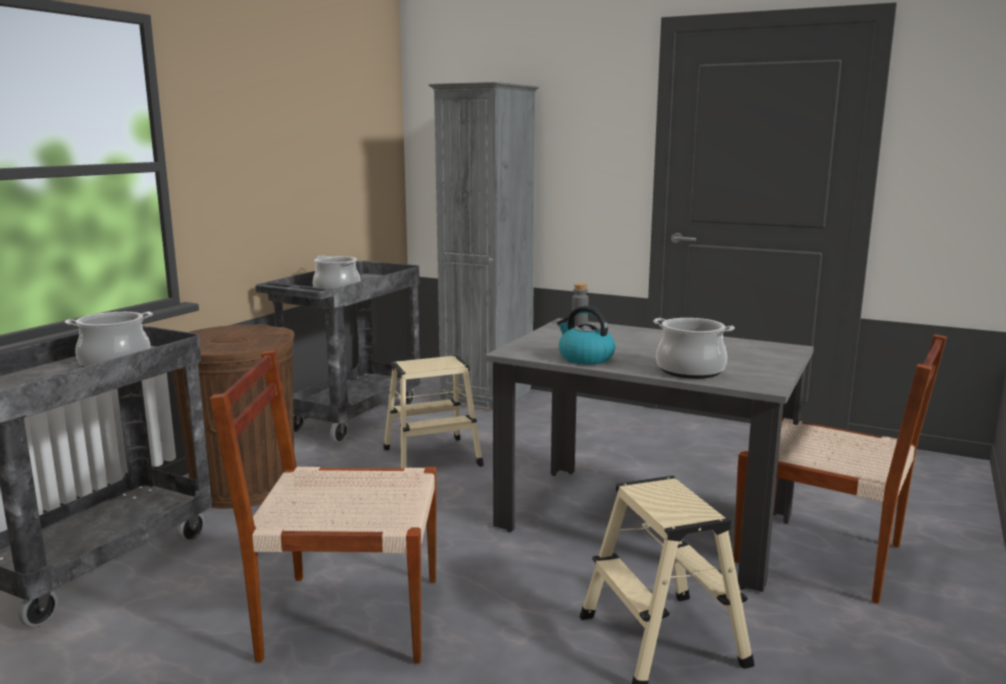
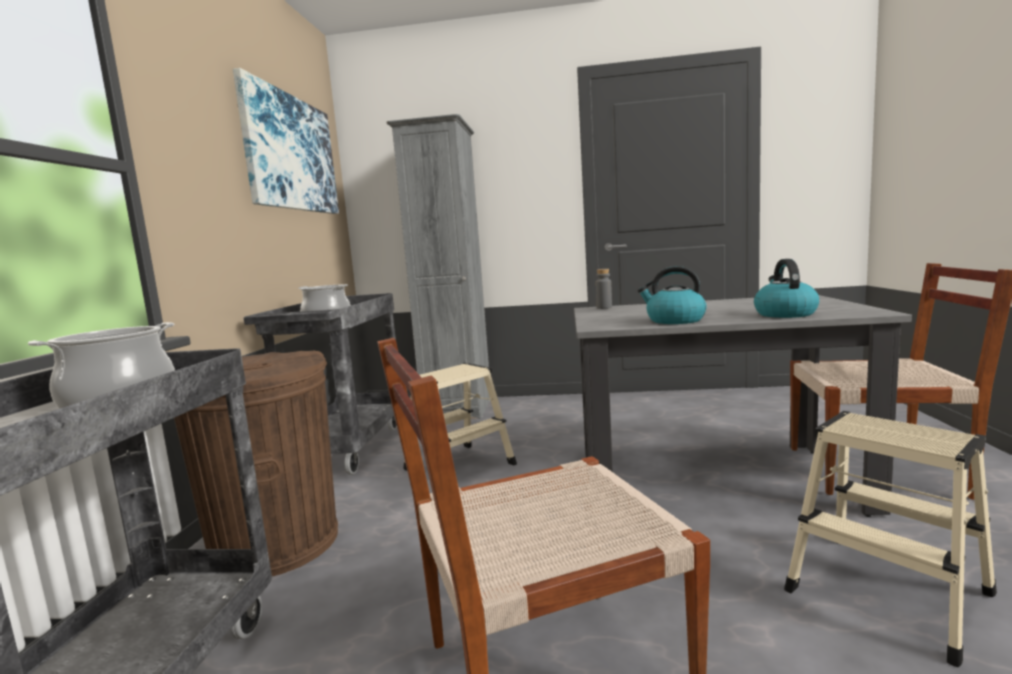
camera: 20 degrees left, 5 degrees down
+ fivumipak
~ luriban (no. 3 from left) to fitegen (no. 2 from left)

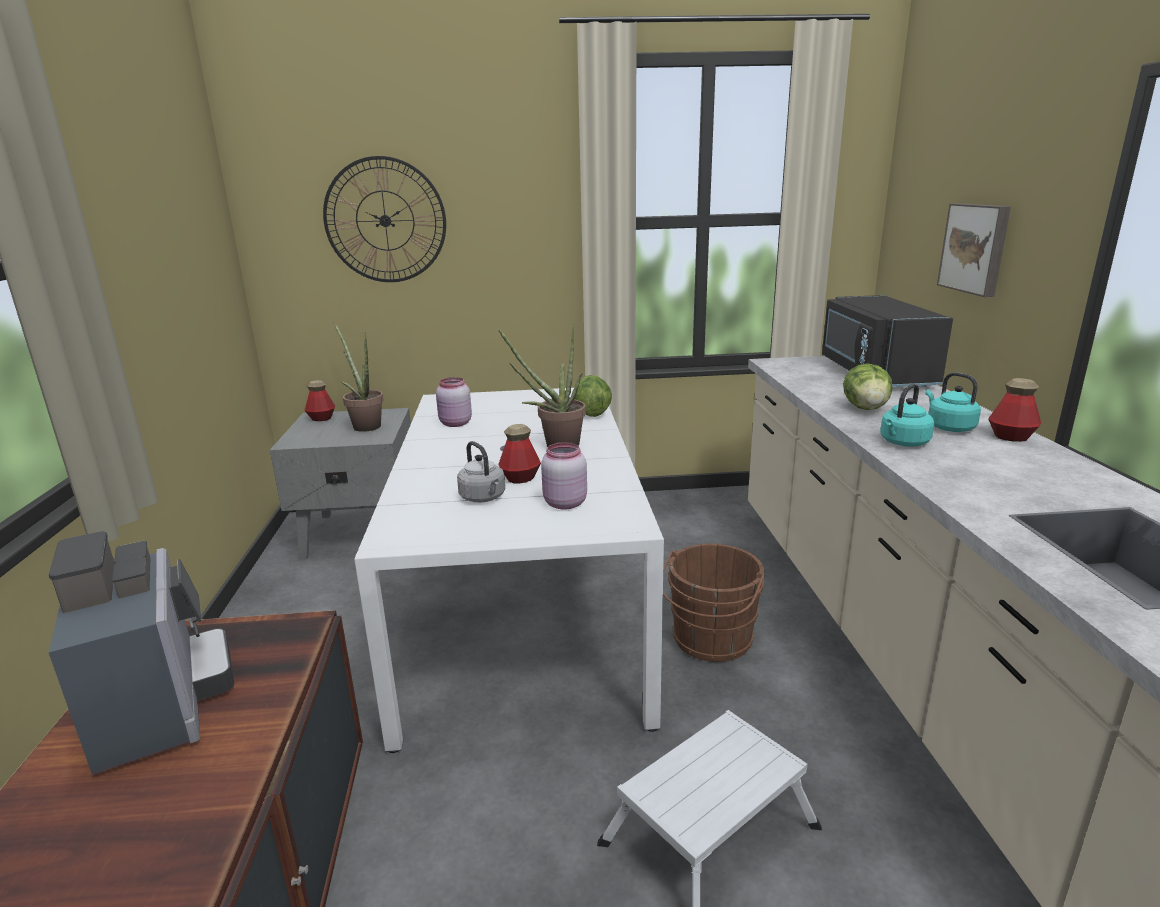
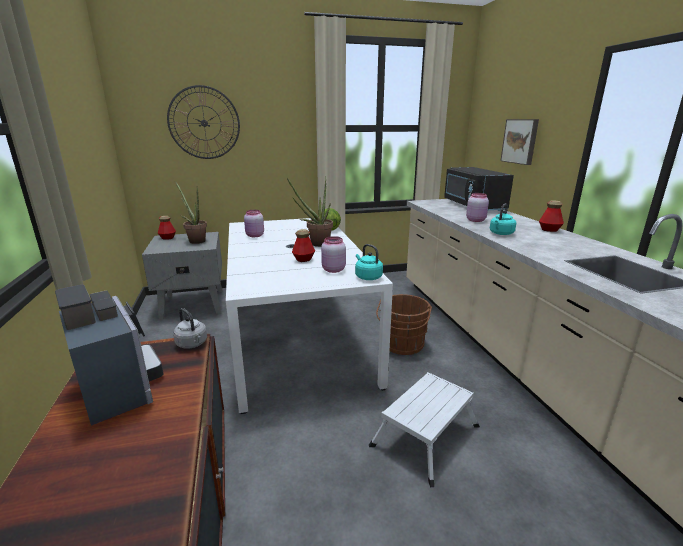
camera: 10 degrees left, 0 degrees up
~ grey_fitegen
~ turquoise_fitegen (no. 2 from left in the first image) to turquoise_fitegen (no. 1 from left)
~ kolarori (no. 2 from left) to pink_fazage (no. 3 from left)

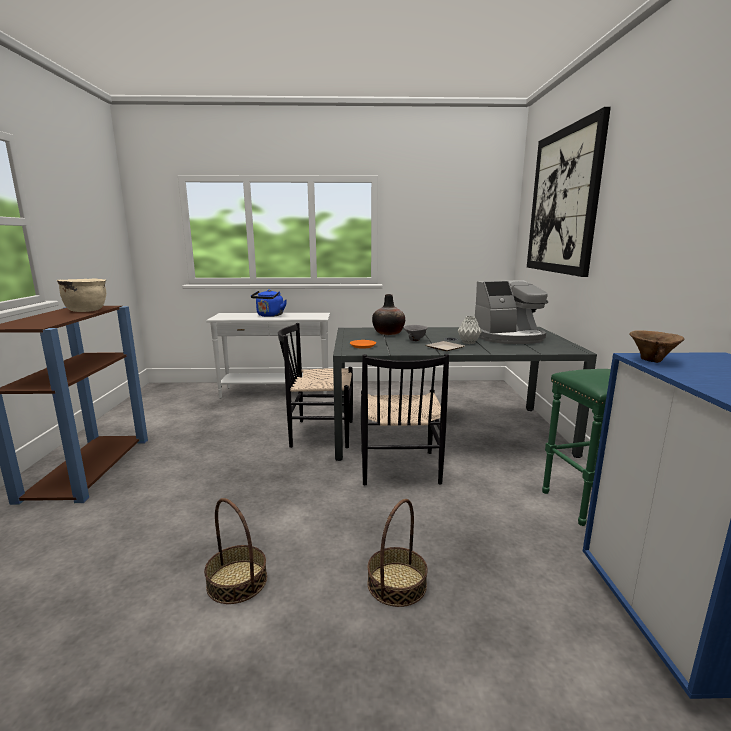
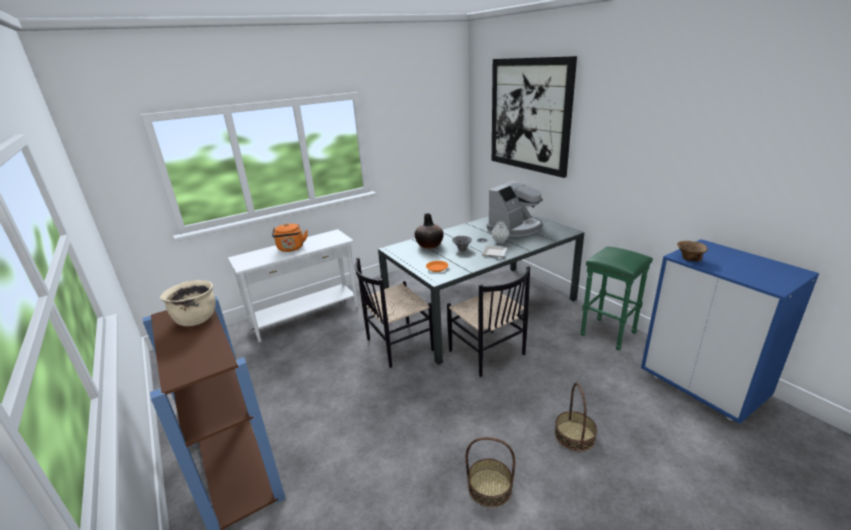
camera: 30 degrees left, 10 degrees up
~ blue_fitegen to orange_fitegen

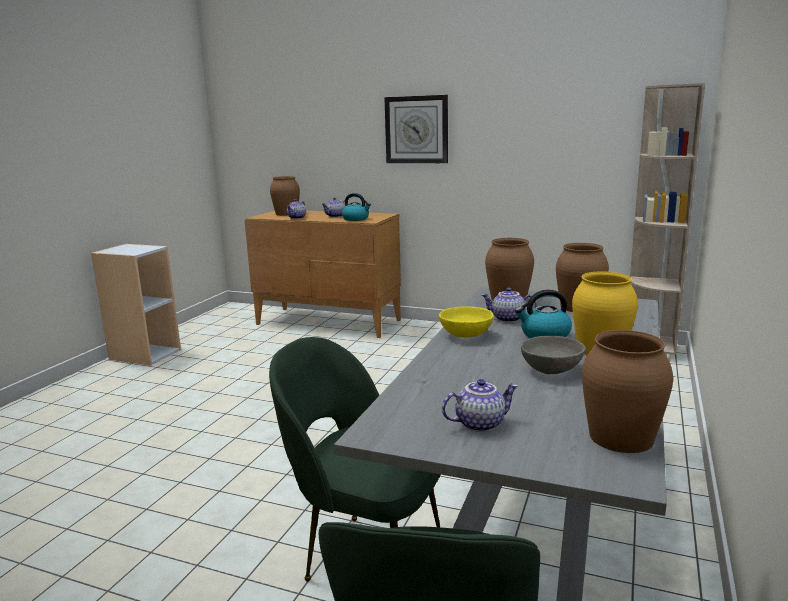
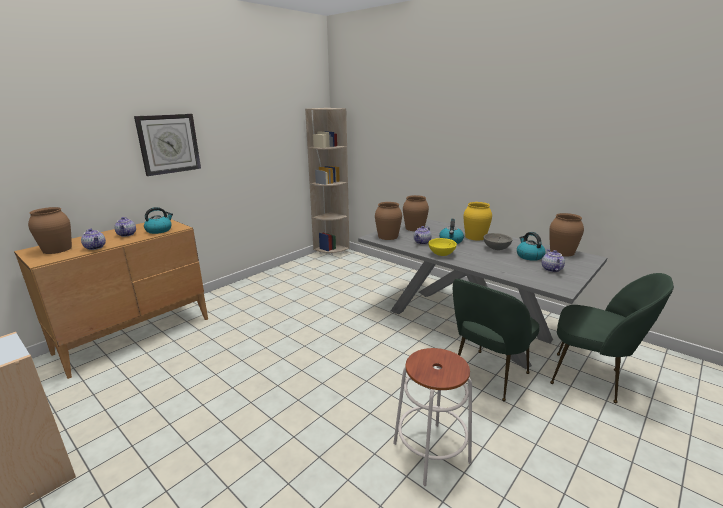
camera: 70 degrees left, 5 degrees up
+ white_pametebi
+ fitegen (no. 3 from left)

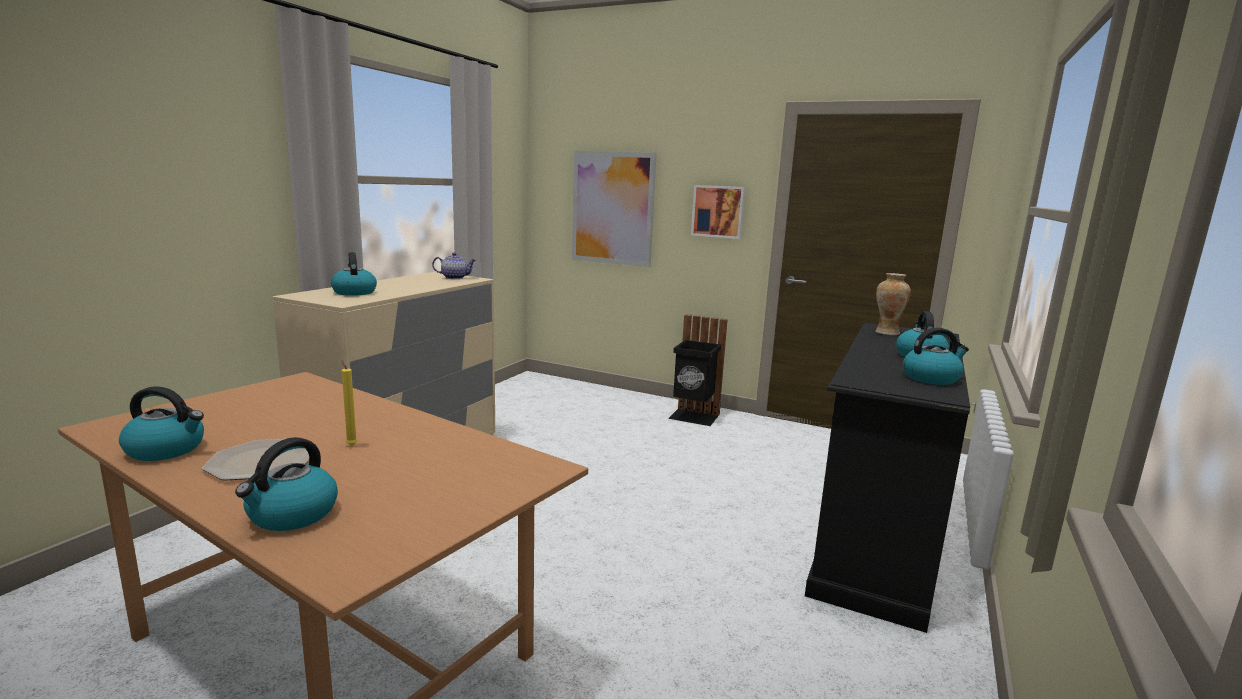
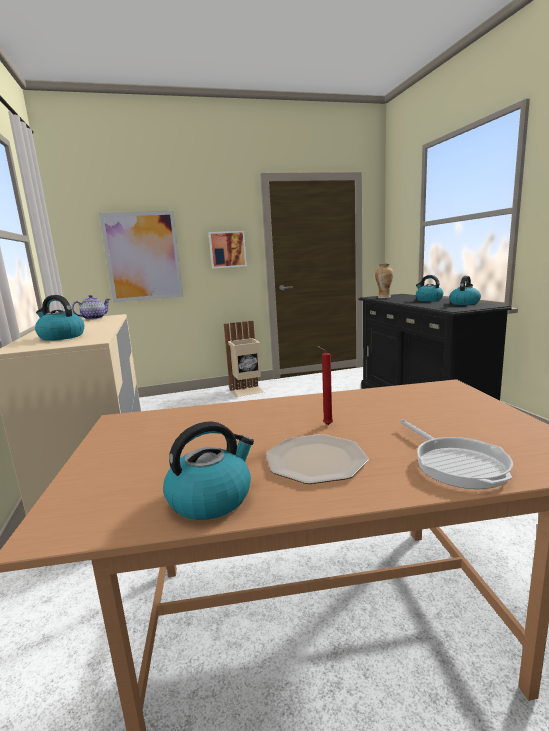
camera: 40 degrees left, 0 degrees up
~ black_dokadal to beige_dokadal
~ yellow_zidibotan to red_zidibotan
~ fitegen (no. 2 from left) to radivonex

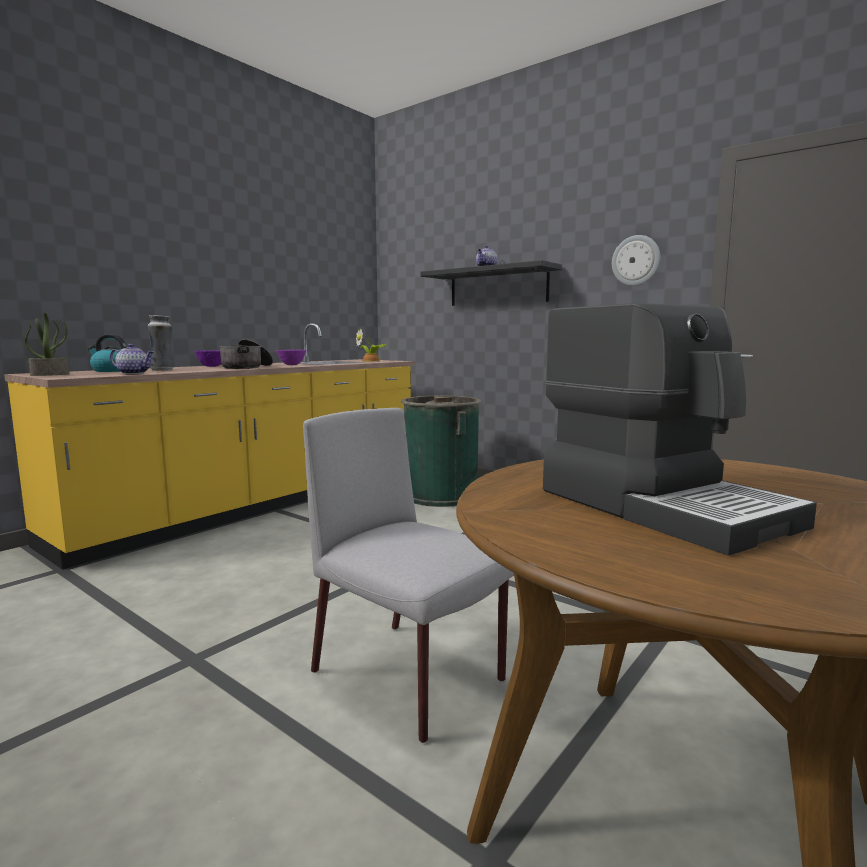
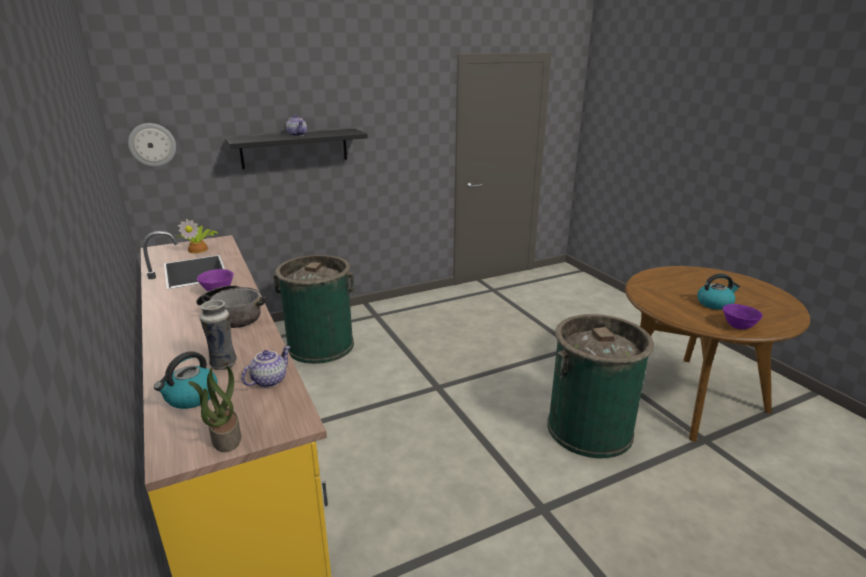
camera: 65 degrees left, 15 degrees up
~ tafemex
~ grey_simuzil to green_dokadal (no. 2 from left)
~ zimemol to fitegen (no. 2 from left)
~ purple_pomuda (no. 1 from left in the first image) to purple_pomuda (no. 2 from left)

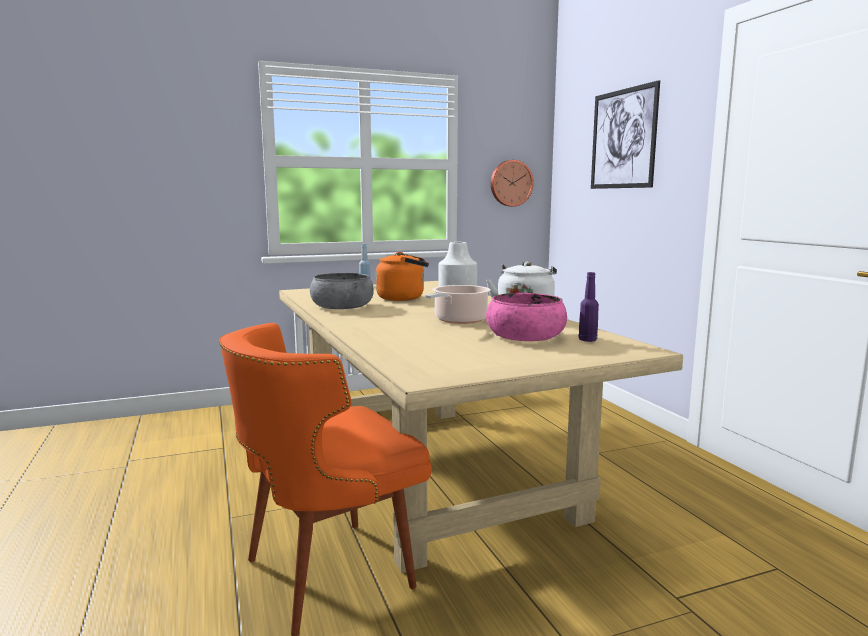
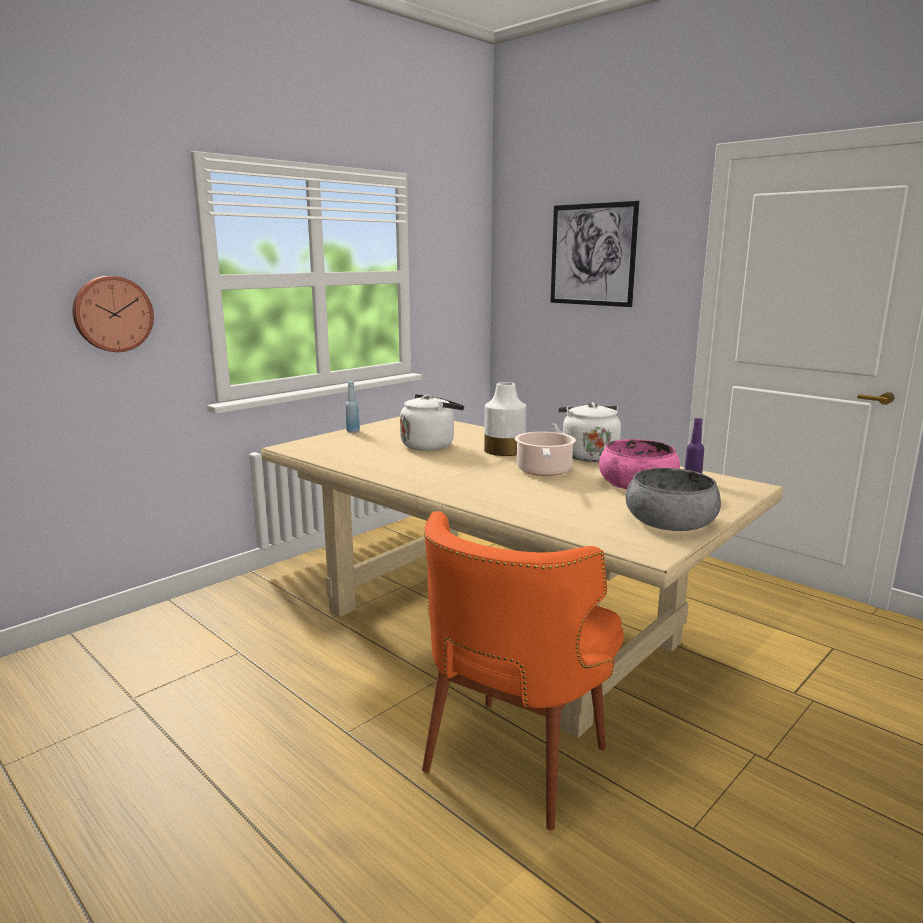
camera: 25 degrees left, 5 degrees up
~ tafemex
~ orange_fitegen to white_fitegen (no. 1 from left)
~ grey_pomuda

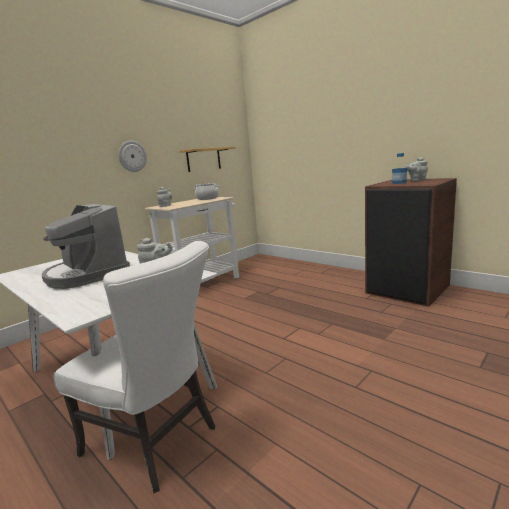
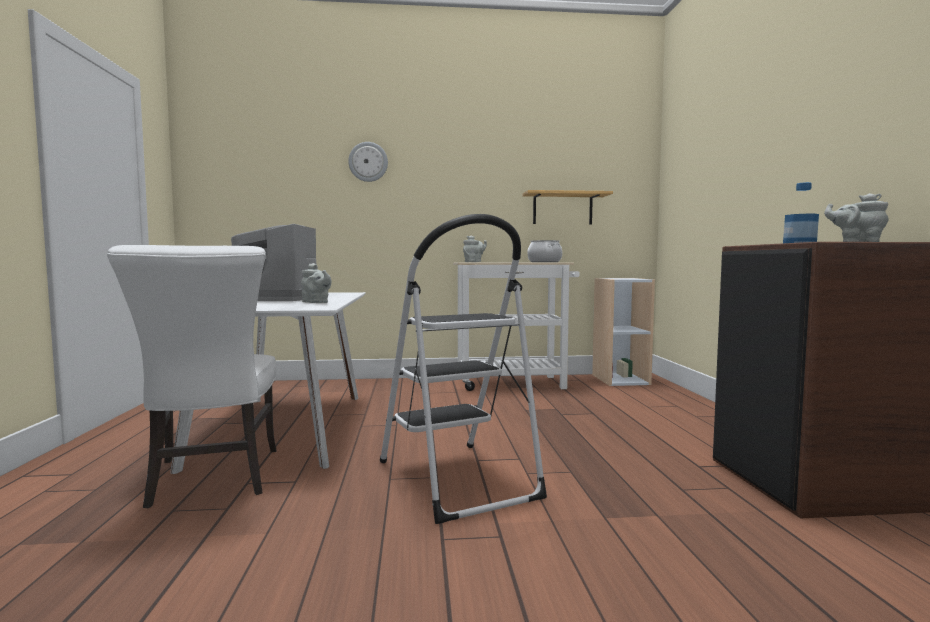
camera: 40 degrees right, 10 degrees down
~ tafemex
+ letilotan
+ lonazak

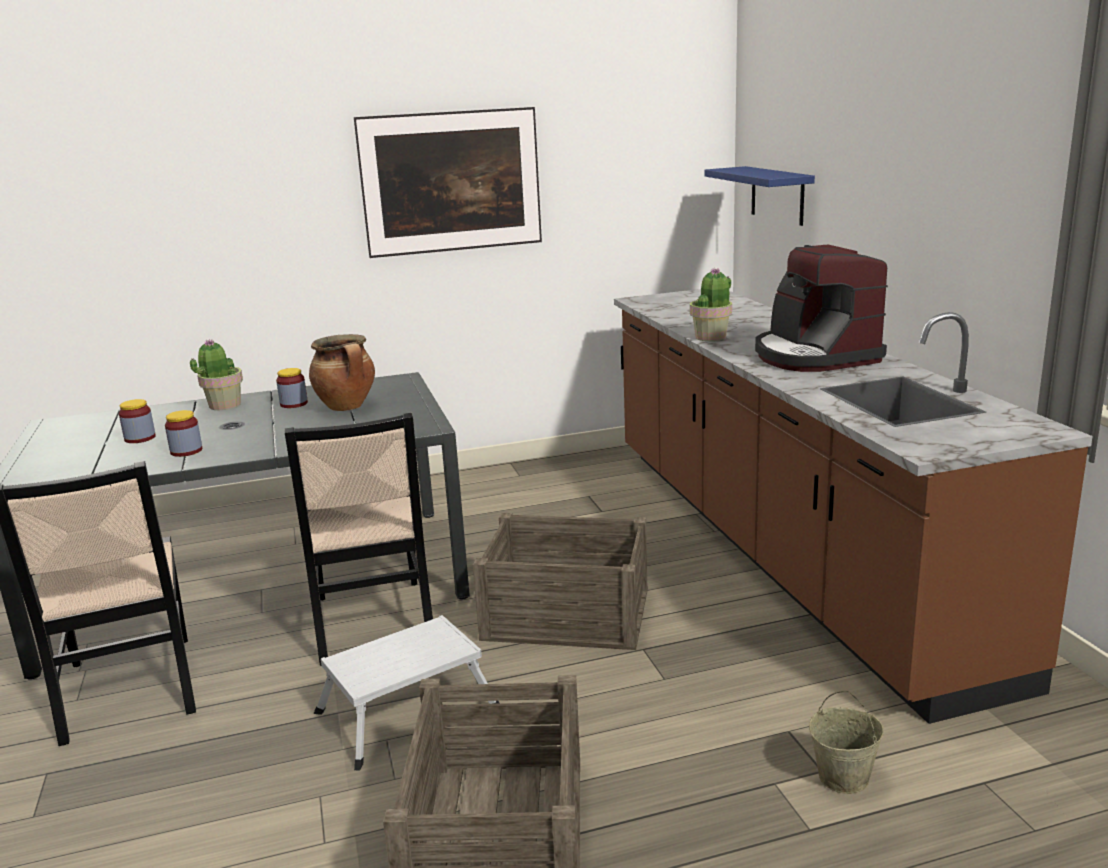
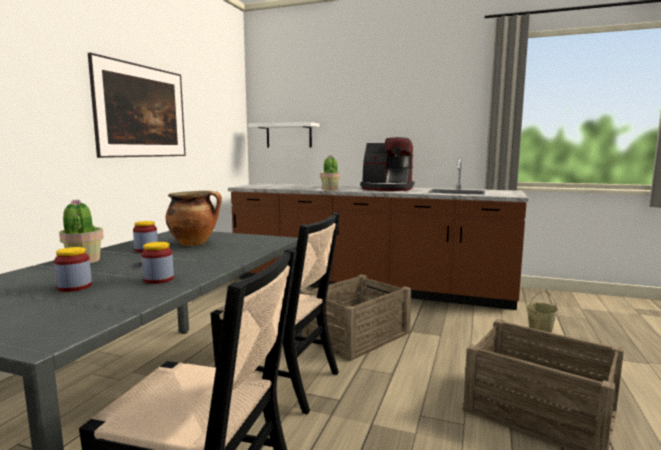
camera: 55 degrees left, 10 degrees down
~ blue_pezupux to white_pezupux
- white_letilotan

